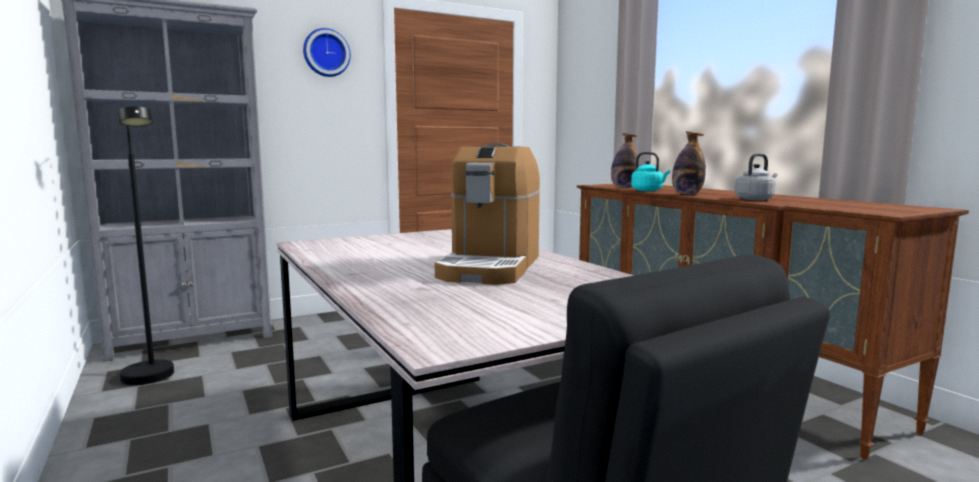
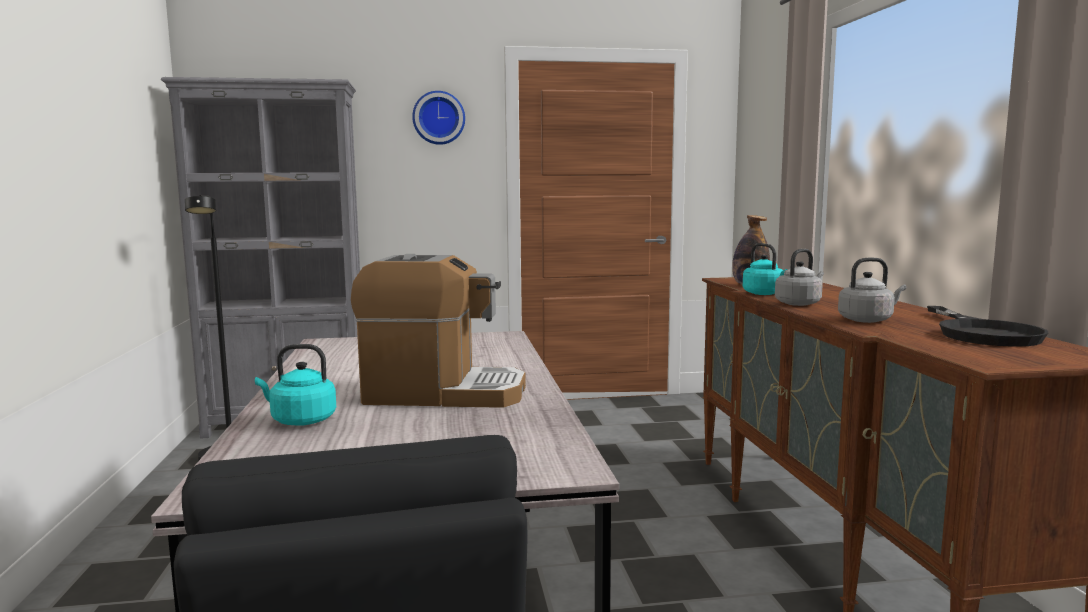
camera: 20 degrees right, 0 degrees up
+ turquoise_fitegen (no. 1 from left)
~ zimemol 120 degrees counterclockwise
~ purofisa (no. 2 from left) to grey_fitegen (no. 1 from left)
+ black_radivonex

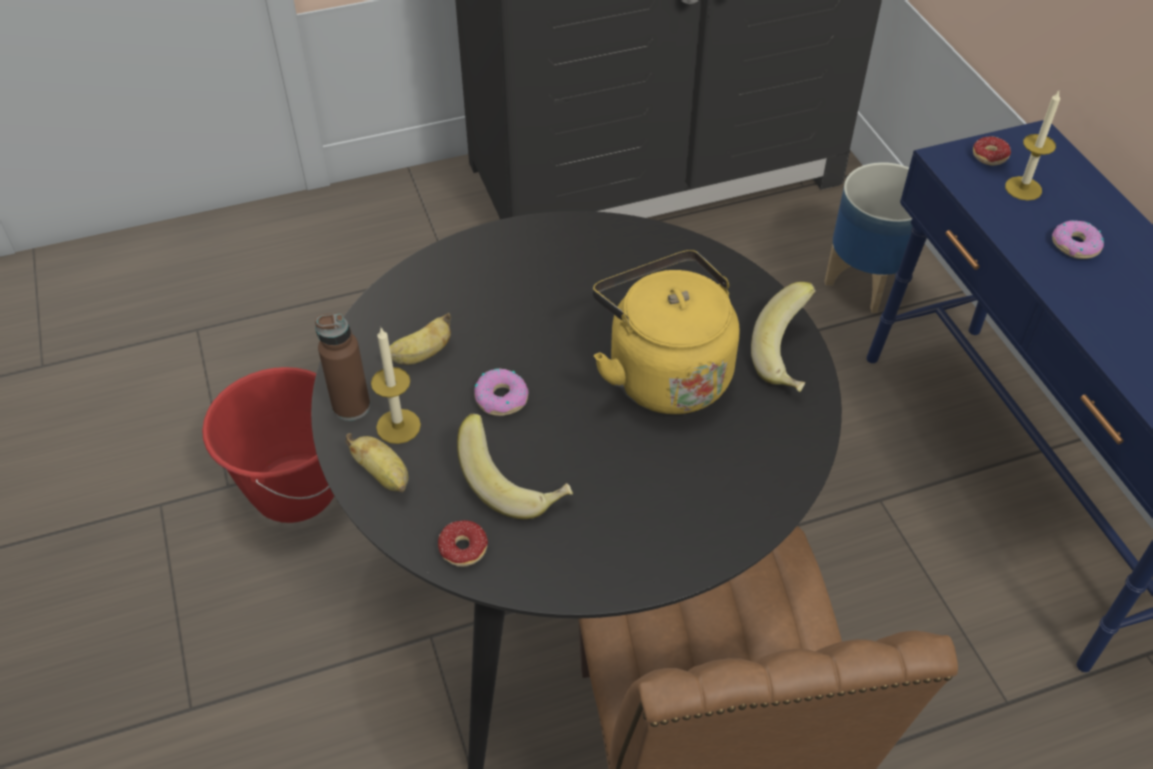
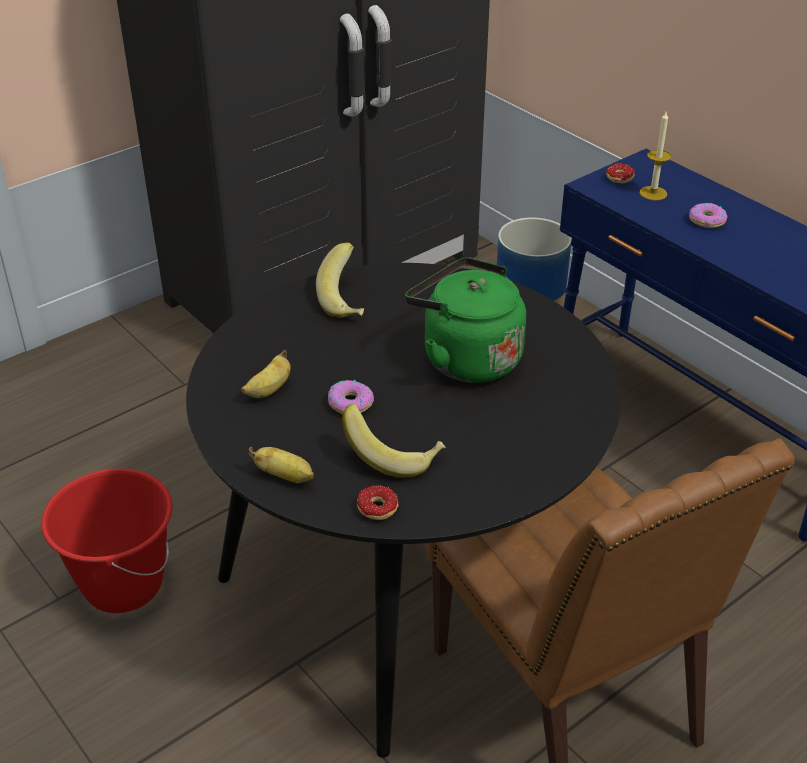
camera: 20 degrees left, 10 degrees down
~ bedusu (no. 4 from left in the first image) to bedusu (no. 3 from left)
~ yellow_fitegen to green_fitegen
- brown_purofisa
- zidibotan (no. 1 from left)

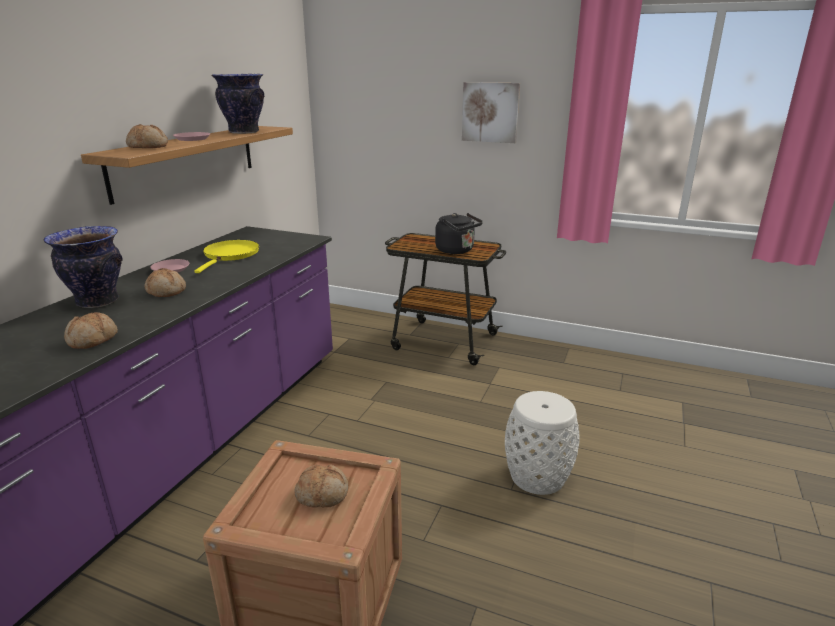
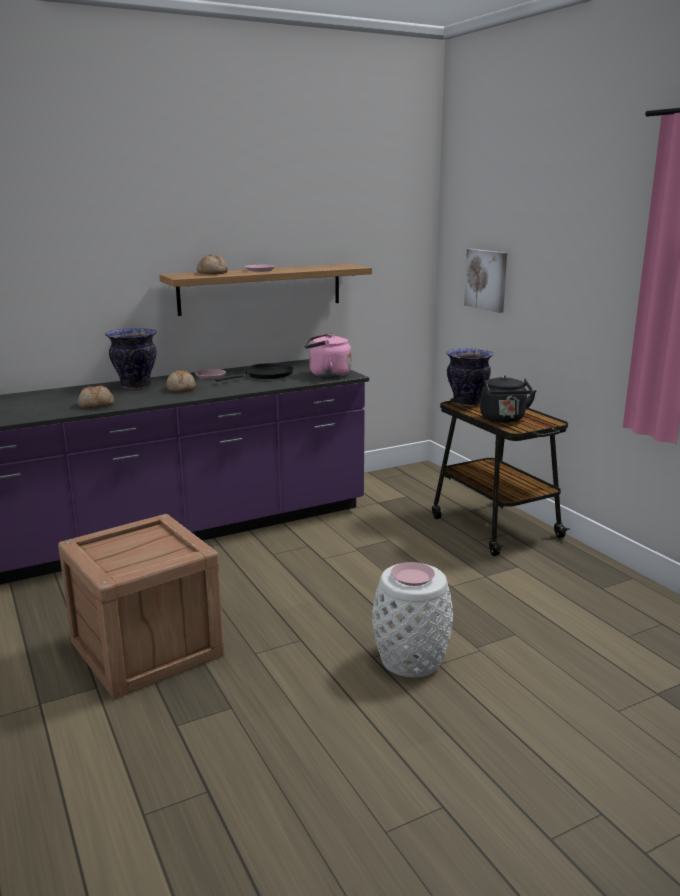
camera: 40 degrees right, 5 degrees down
~ yellow_radivonex to black_radivonex
+ pink_fitegen
+ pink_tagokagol (no. 3 from left)
~ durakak (no. 2 from left)
~ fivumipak
- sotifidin (no. 4 from left)

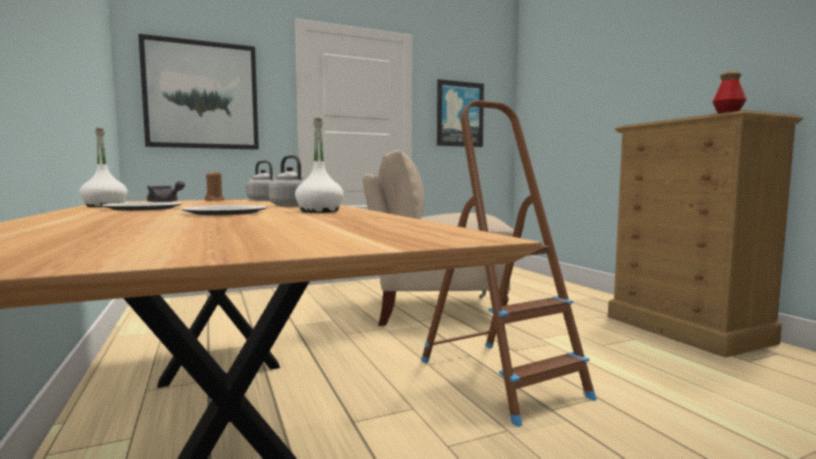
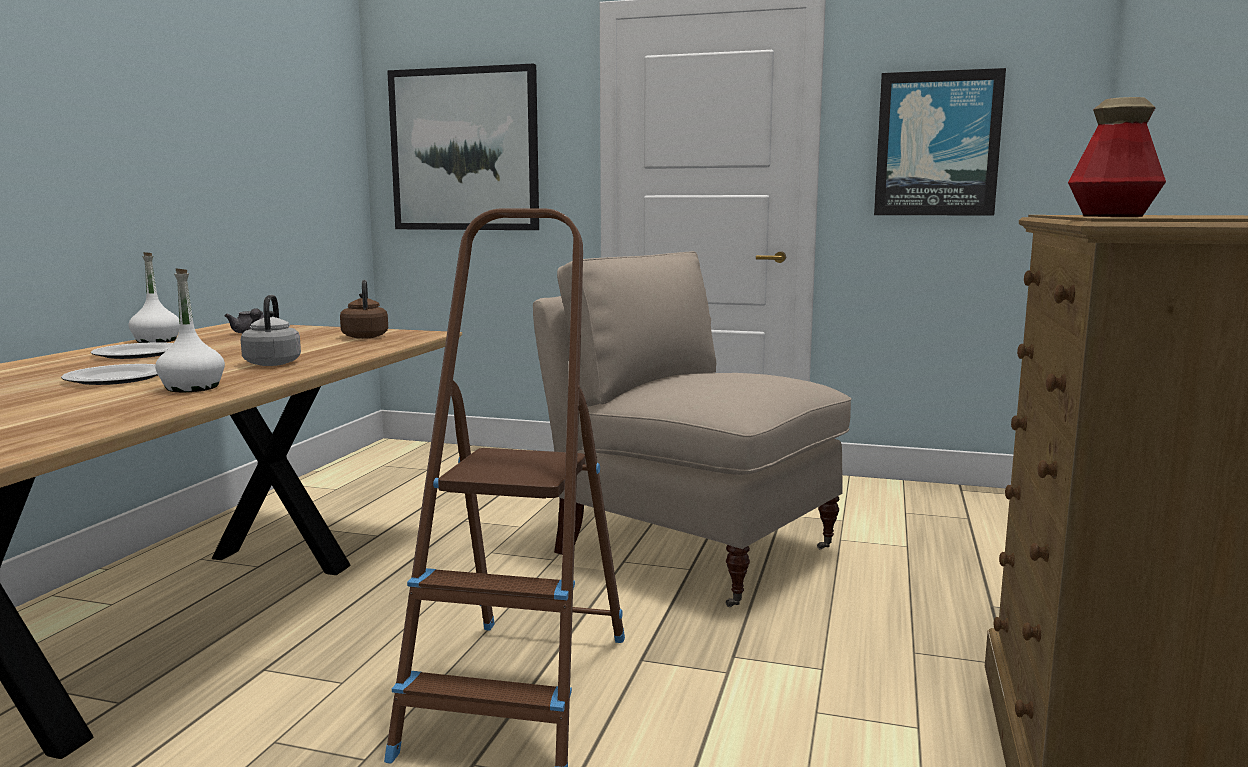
camera: 40 degrees right, 5 degrees up
~ grey_fitegen (no. 1 from left) to brown_fitegen
- brown_zidibotan

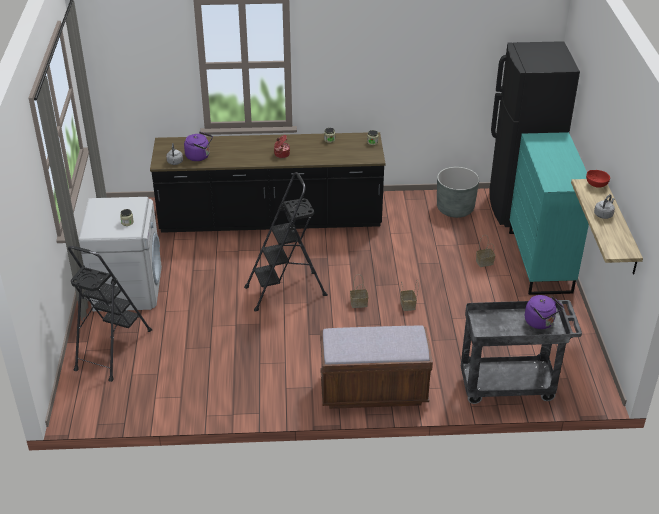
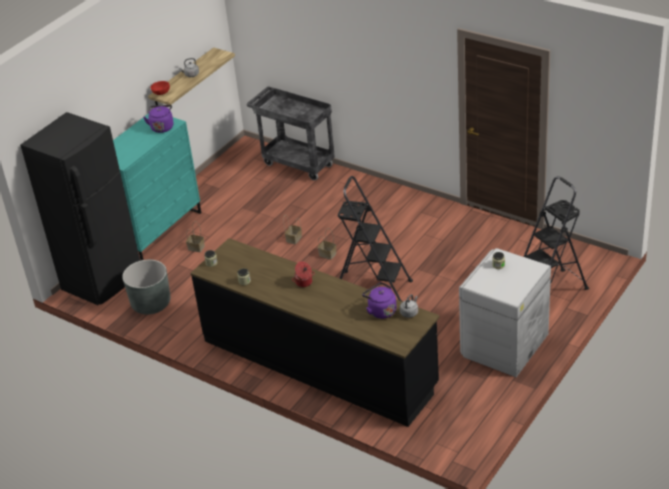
camera: 140 degrees left, 0 degrees up
~ purple_fitegen (no. 2 from left in the first image) to purple_fitegen (no. 1 from left)
- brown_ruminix

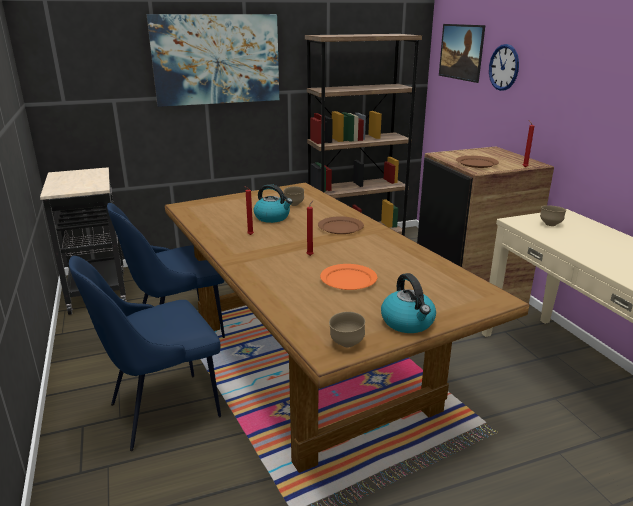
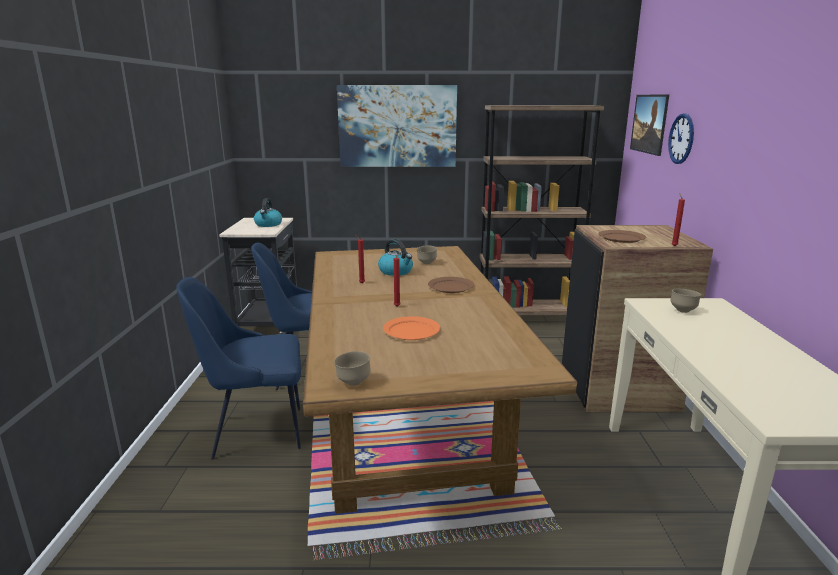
camera: 20 degrees right, 5 degrees down
~ fitegen (no. 2 from left in the first image) to fitegen (no. 1 from left)

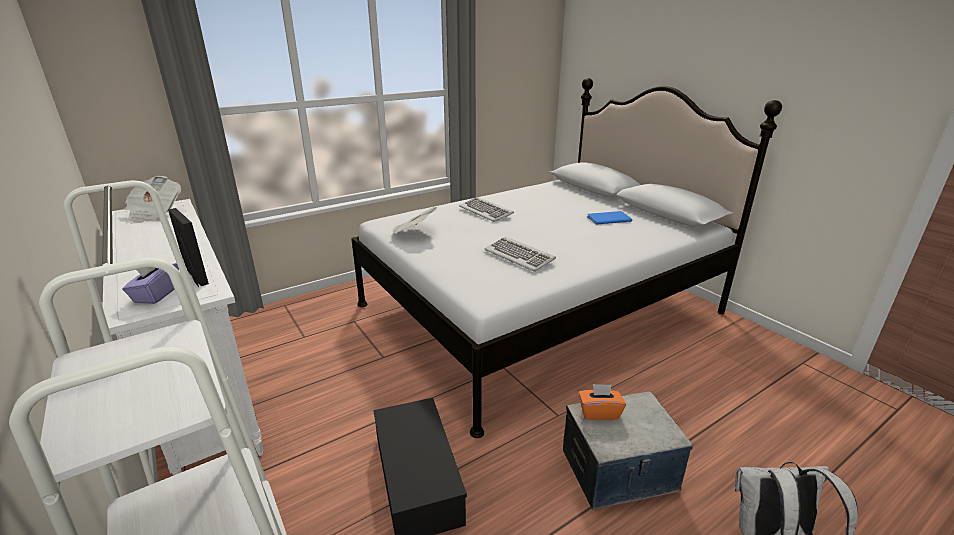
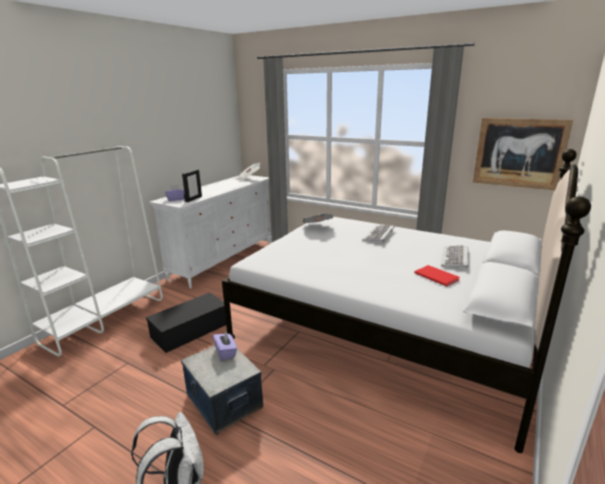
camera: 65 degrees right, 5 degrees down
~ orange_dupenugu to purple_dupenugu (no. 2 from left)
~ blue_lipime to red_lipime
~ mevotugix (no. 2 from left)
+ fivumipak

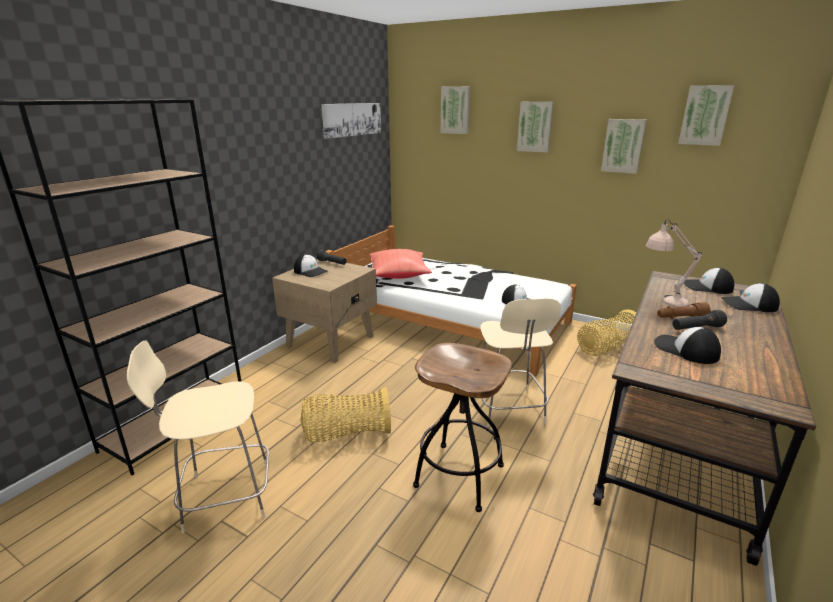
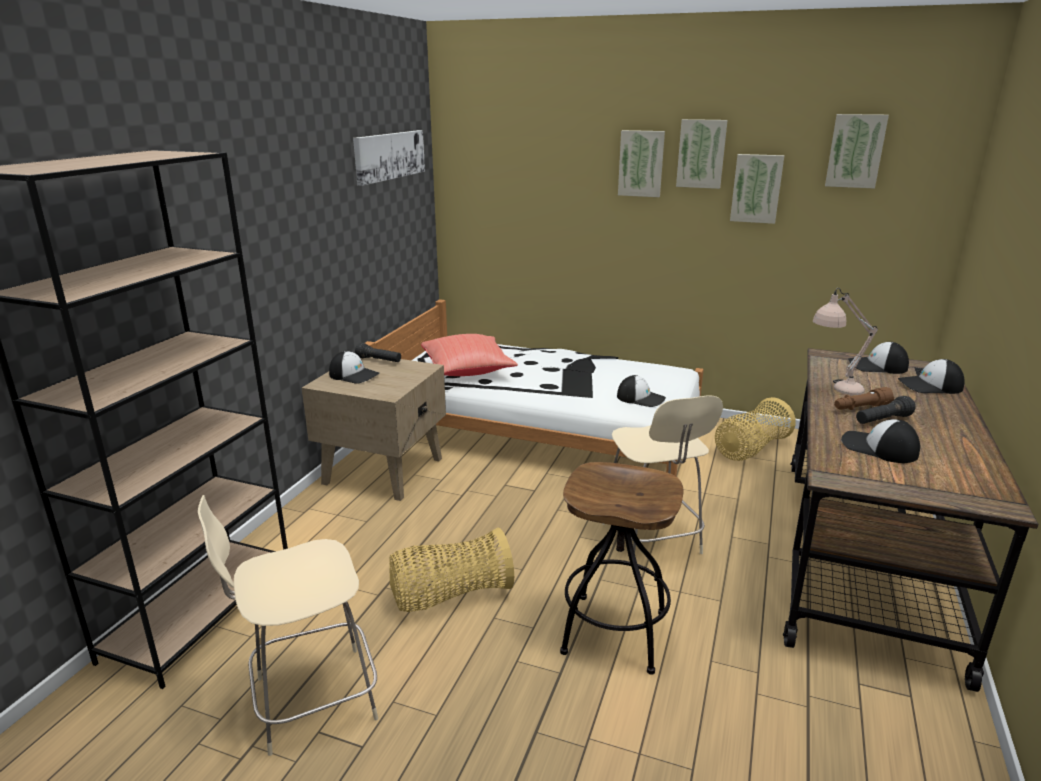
camera: 10 degrees left, 0 degrees up
~ fivumipak (no. 2 from left in the first image) to fivumipak (no. 3 from left)

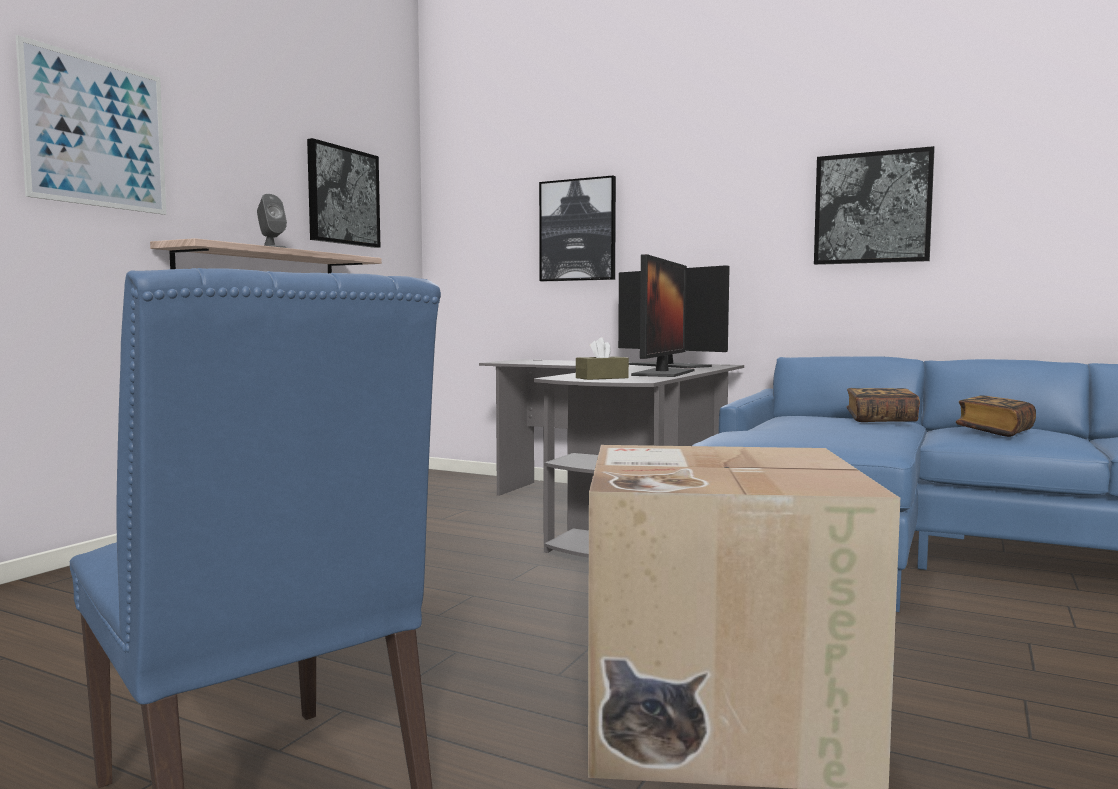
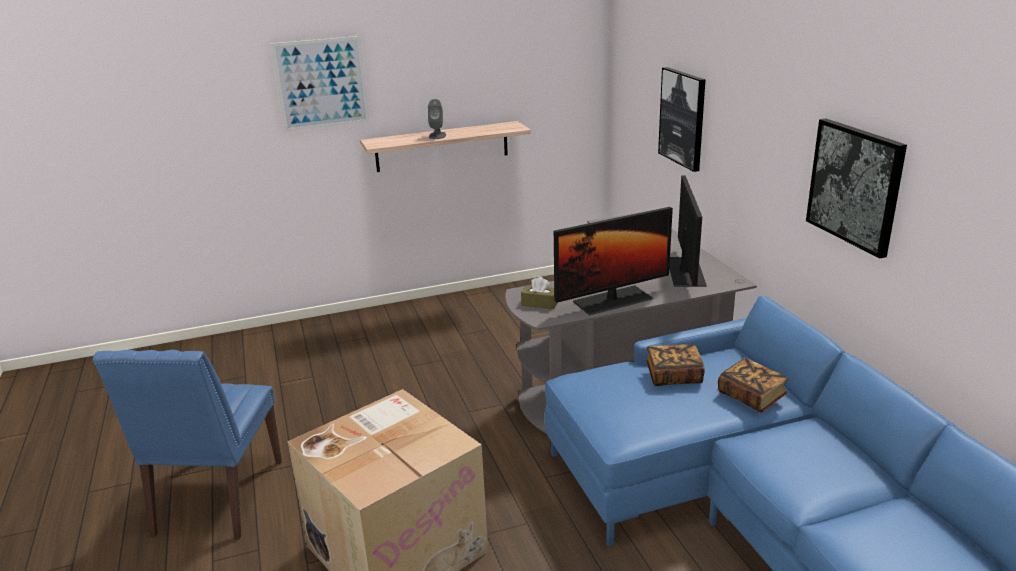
camera: 45 degrees right, 20 degrees up
~ lipime (no. 2 from left in the first image) to lipime (no. 1 from left)
- fivumipak (no. 2 from left)

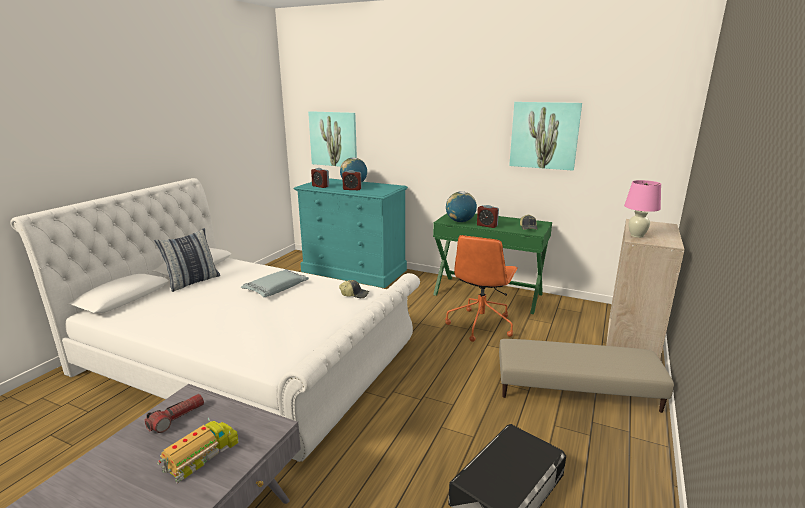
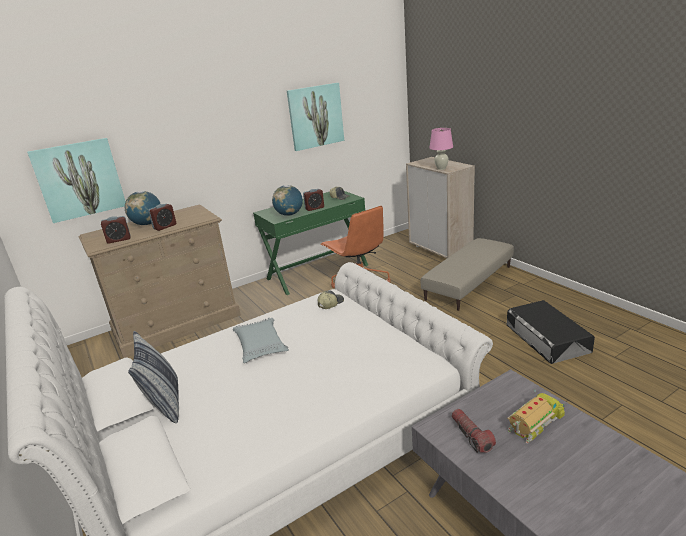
camera: 55 degrees left, 5 degrees up
~ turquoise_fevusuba to beige_fevusuba
~ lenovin 75 degrees clockwise

